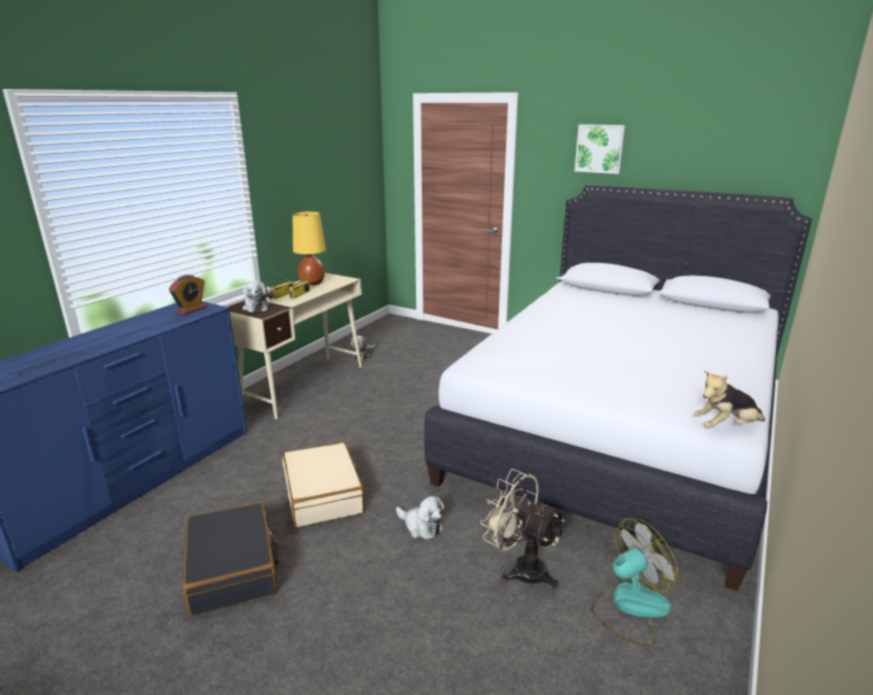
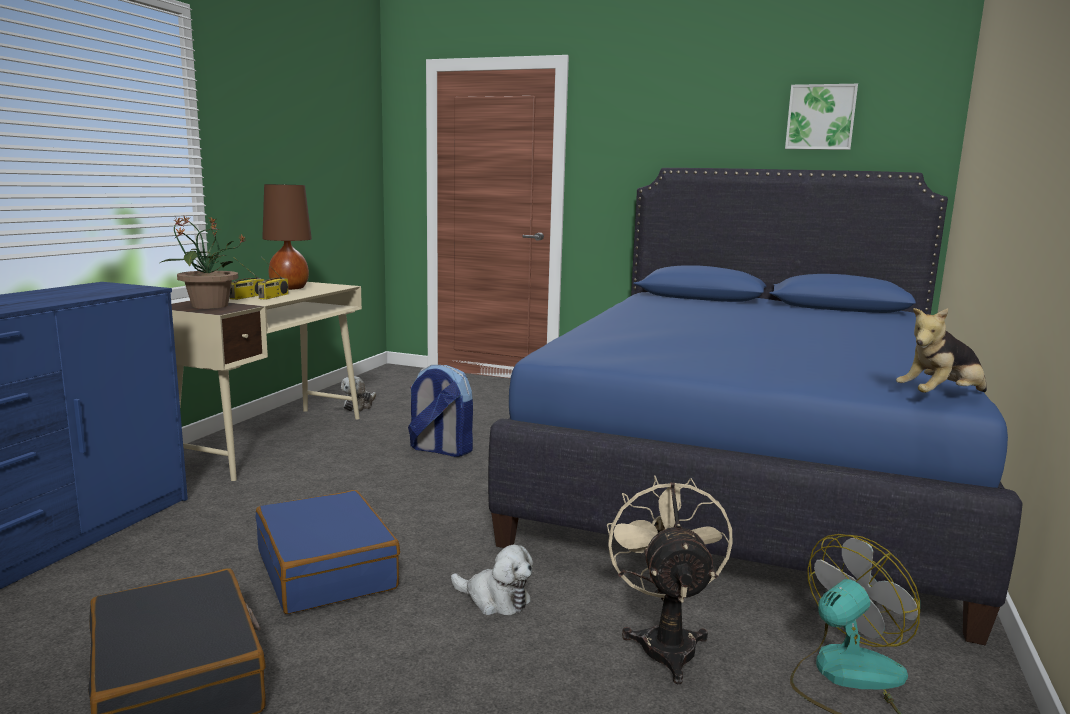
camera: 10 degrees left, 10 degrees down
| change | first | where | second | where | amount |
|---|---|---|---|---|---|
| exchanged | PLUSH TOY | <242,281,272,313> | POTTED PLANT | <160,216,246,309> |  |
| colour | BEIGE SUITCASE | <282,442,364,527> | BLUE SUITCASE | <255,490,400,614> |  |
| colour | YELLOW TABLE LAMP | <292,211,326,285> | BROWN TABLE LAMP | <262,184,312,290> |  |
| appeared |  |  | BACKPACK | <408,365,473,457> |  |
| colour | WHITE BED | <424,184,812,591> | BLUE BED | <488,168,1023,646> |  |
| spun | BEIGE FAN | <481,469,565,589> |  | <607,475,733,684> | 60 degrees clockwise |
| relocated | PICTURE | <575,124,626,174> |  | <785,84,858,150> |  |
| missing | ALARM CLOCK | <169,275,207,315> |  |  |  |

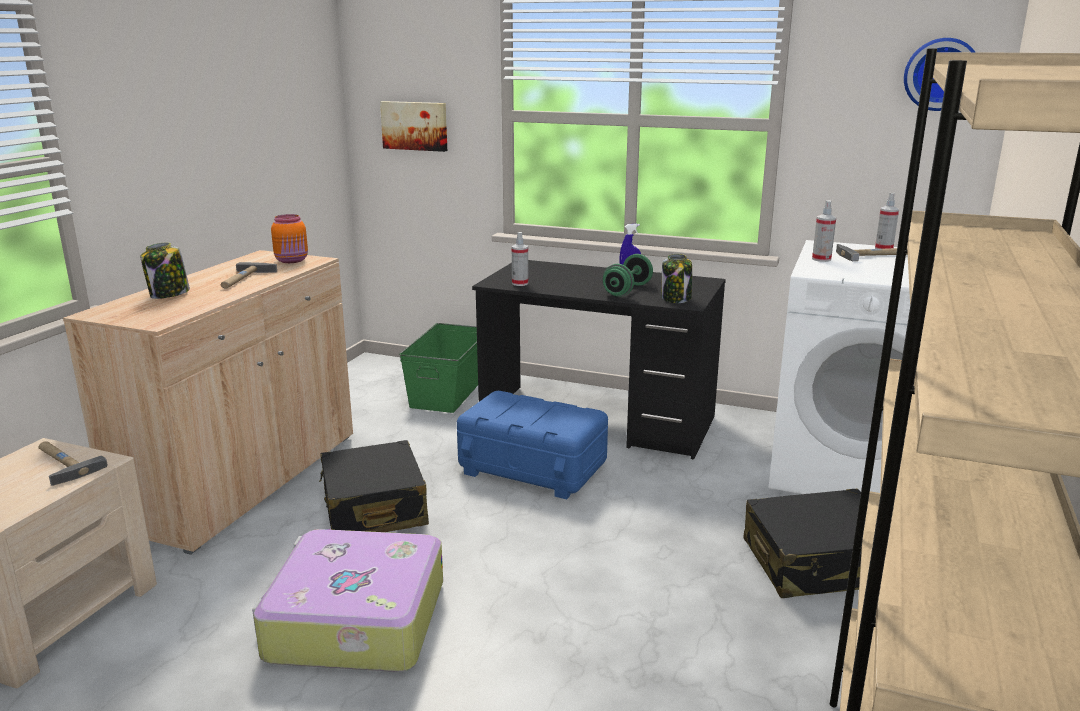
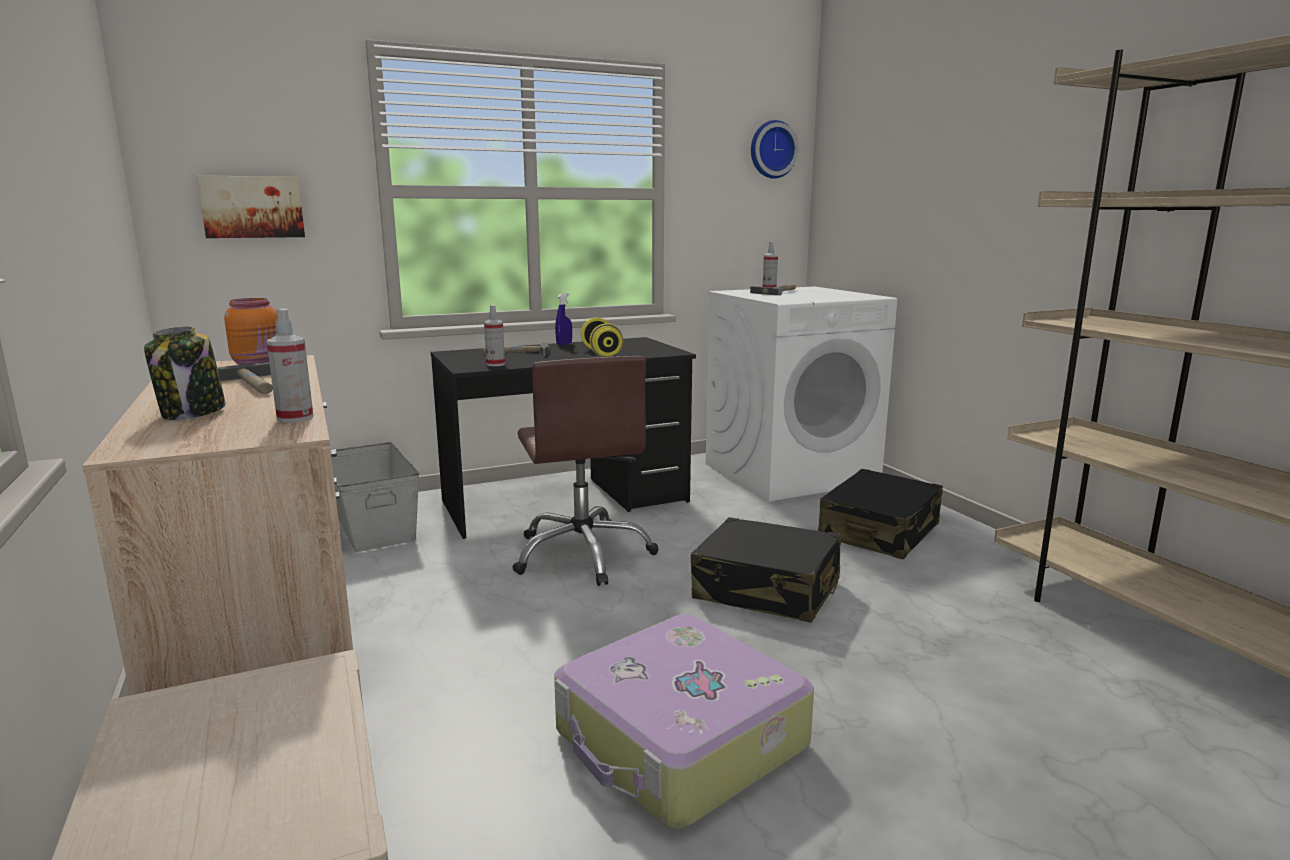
camera: 45 degrees left, 5 degrees down
| change | first | where | second | where | amount |
|---|---|---|---|---|---|
| relocated | SPRAY BOTTLE | <812,200,836,262> |  | <267,308,313,423> |  |
| colour | GREEN STORAGE BOX | <399,323,478,413> | GREY STORAGE BOX | <331,442,420,552> |  |
| relocated | HAMMER | <38,441,108,486> |  | <483,342,549,356> |  |
| exchanged | BLUE STORAGE BOX | <457,391,608,499> | BROWN OFFICE CHAIR | <512,356,658,586> |  |
| colour | GREEN DUMBBELL | <603,254,653,297> | YELLOW DUMBBELL | <581,317,623,357> |  |
| relocated | BLACK SUITCASE | <319,440,429,532> |  | <691,517,841,623> |  |
| missing | JAR | <662,254,692,303> |  |  |  |

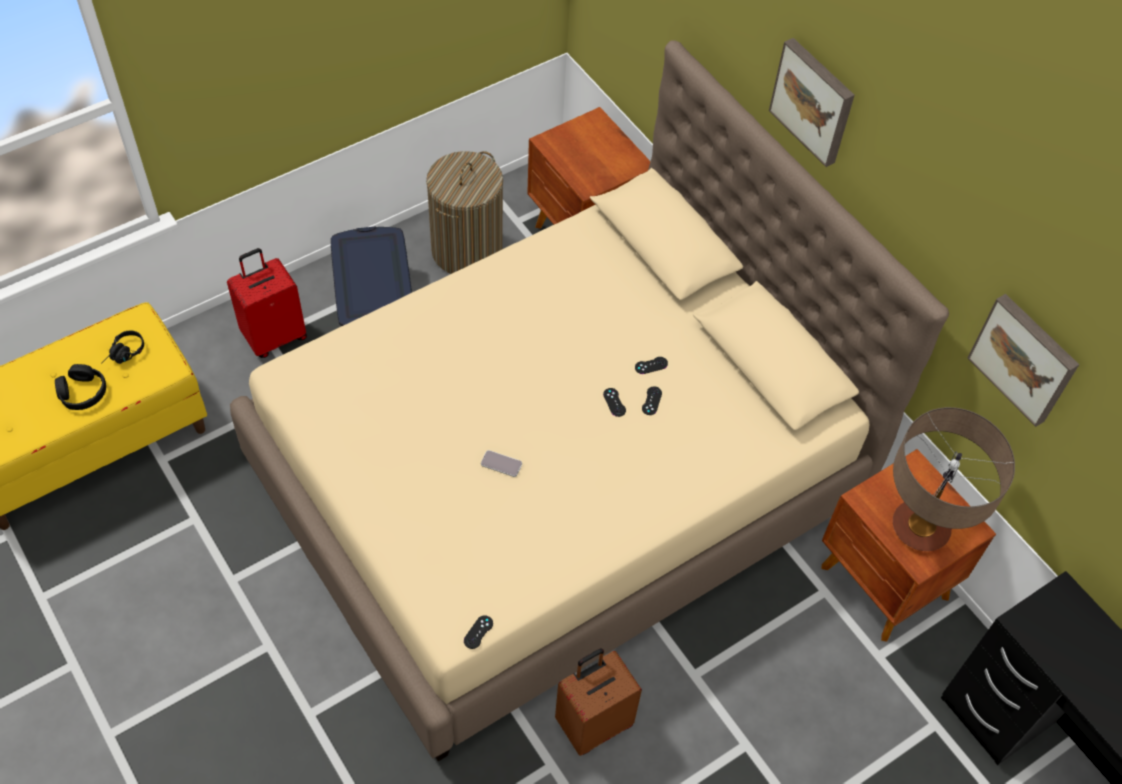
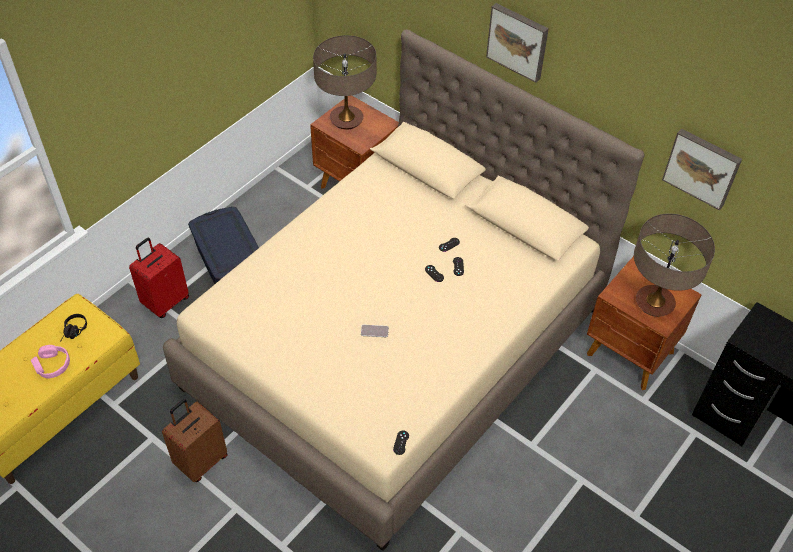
camera: 15 degrees left, 5 degrees down
| change | first | where | second | where | amount |
|---|---|---|---|---|---|
| colour | BLACK HEADPHONES | <55,364,106,410> | PINK HEADPHONES | <31,345,70,379> |  |
| relocated | BROWN SUITCASE | <555,648,642,756> |  | <162,399,228,482> |  |
| appeared |  |  | TABLE LAMP | <313,35,376,130> |  |
| missing | LAUNDRY BASKET | <426,151,503,274> |  |  |  |

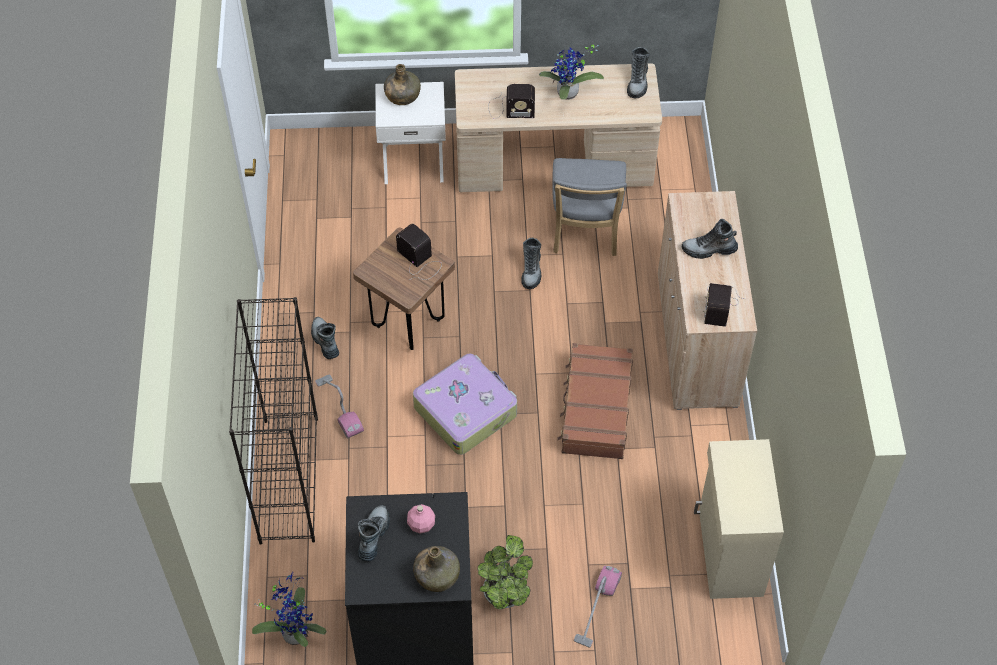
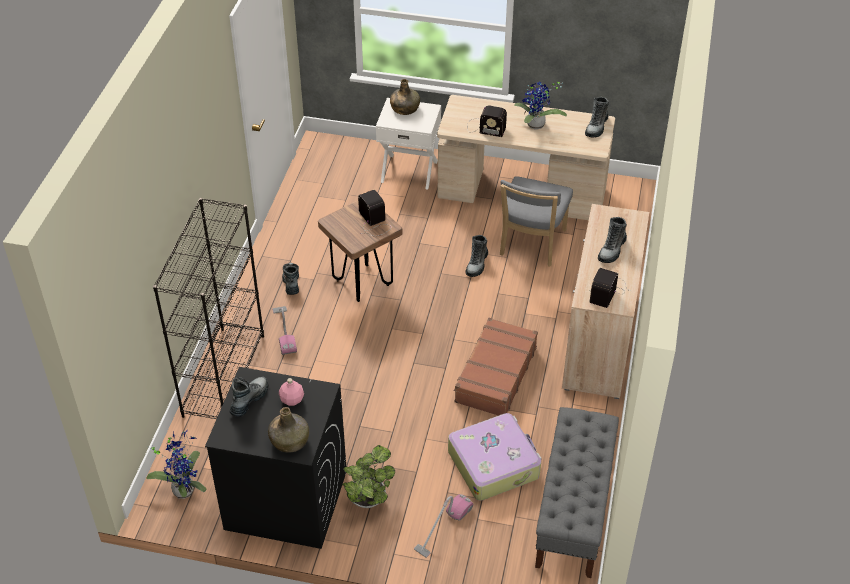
camera: 15 degrees right, 10 degrees down
| change | first | where | second | where | amount |
|---|---|---|---|---|---|
| relocated | SUITCASE | <413,354,517,455> |  | <448,413,541,501> |  |
| exchanged | BEIGE CABINET | <694,439,784,599> | GREY BENCH | <535,407,619,578> |  |
| spun | BOOT | <682,219,738,259> |  | <598,217,627,263> | 75 degrees counterclockwise |

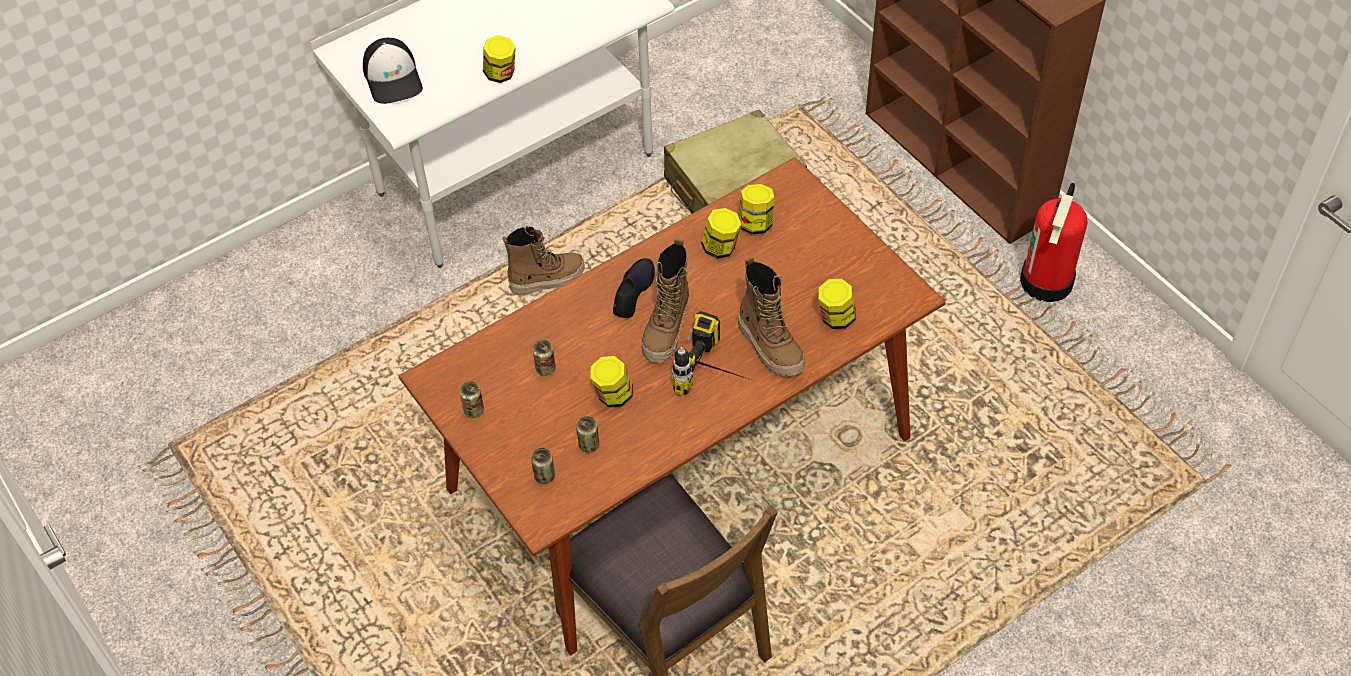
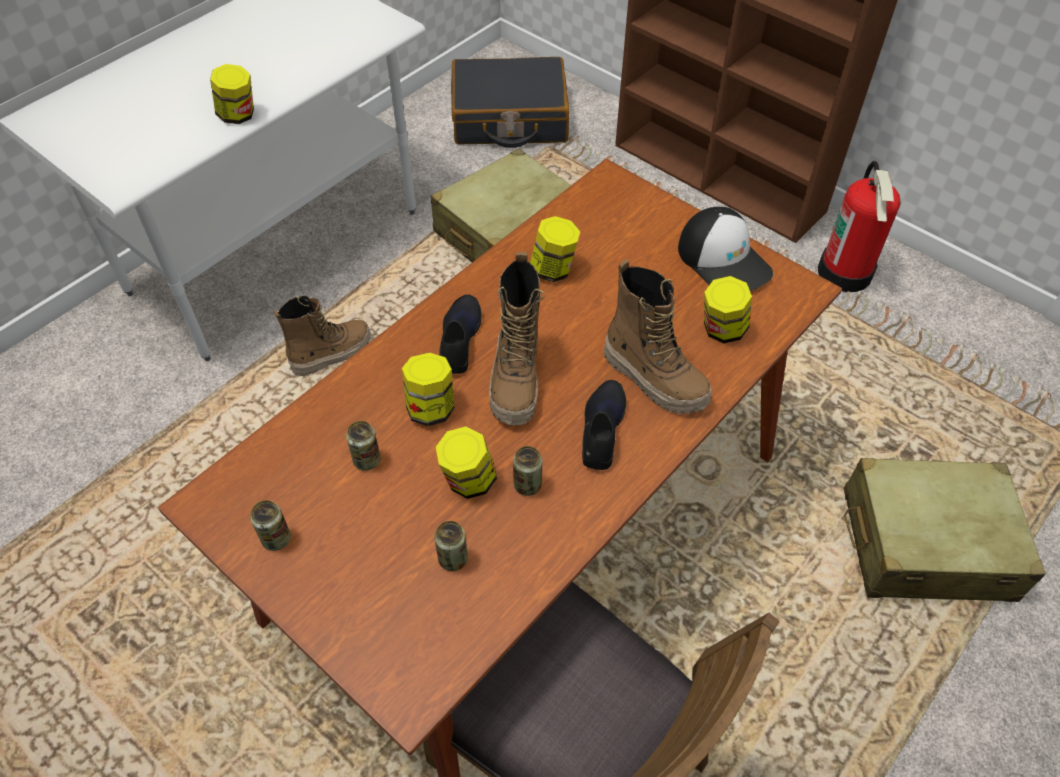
camera: 15 degrees left, 0 degrees up
| change | first | where | second | where | amount |
|---|---|---|---|---|---|
| relocated | JAR | <739,184,774,234> |  | <402,352,454,426> |  |
| appeared |  |  | BLACK SUITCASE | <451,57,570,148> |  |
| relocated | CAN | <531,448,555,484> |  | <513,446,542,496> |  |
| exchanged | POWER DRILL | <671,311,754,396> | BLACK SHOE | <582,380,626,470> |  |
| relocated | CAP | <363,38,423,104> |  | <678,207,773,291> |  |
| appeared |  |  | BEIGE SUITCASE | <844,458,1046,602> |  |

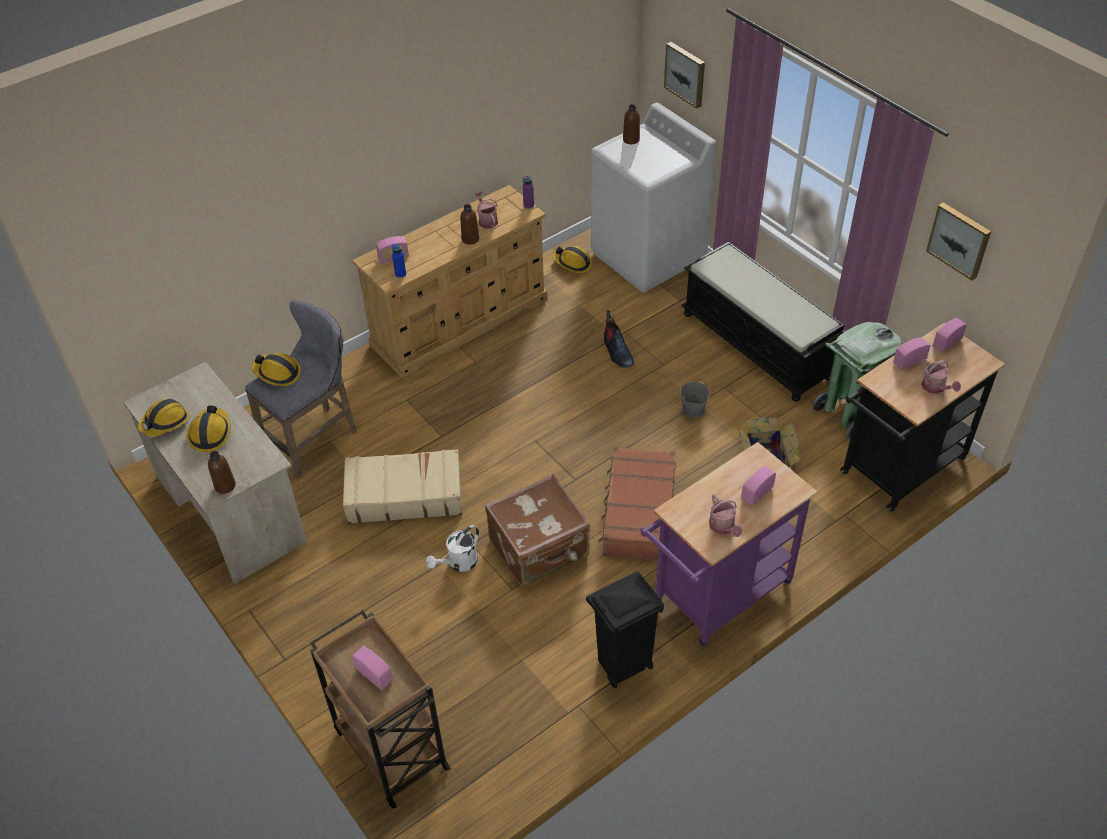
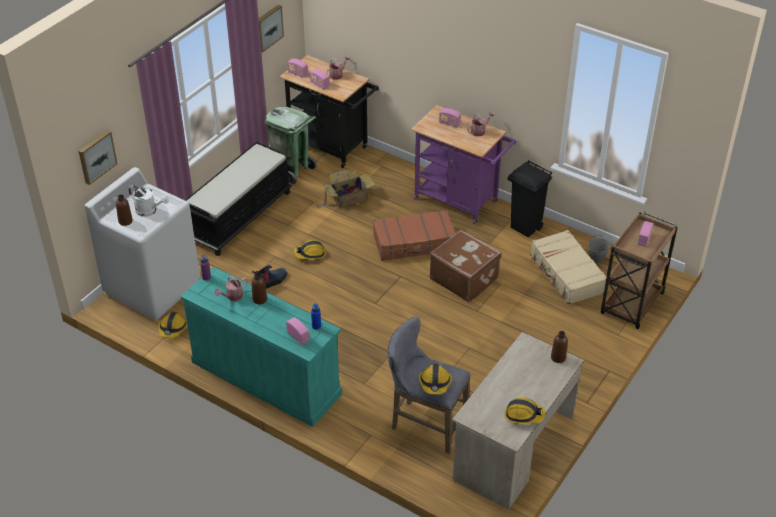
camera: 110 degrees left, 5 degrees down
| change | first | where | second | where | amount |
|---|---|---|---|---|---|
| relocated | WHITE WATERING CAN | <426,525,479,572> |  | <129,185,169,217> |  |
| colour | BEIGE DRESSER | <352,185,547,378> | TURQUOISE DRESSER | <181,267,342,427> |  |
| relocated | HARD HAT | <186,405,231,452> |  | <294,240,326,260> |  |
| relocated | BEIGE SUITCASE | <343,449,462,524> |  | <530,230,607,305> |  |
| relocated | GREY BUCKET | <680,379,710,418> |  | <588,235,610,263> |  |

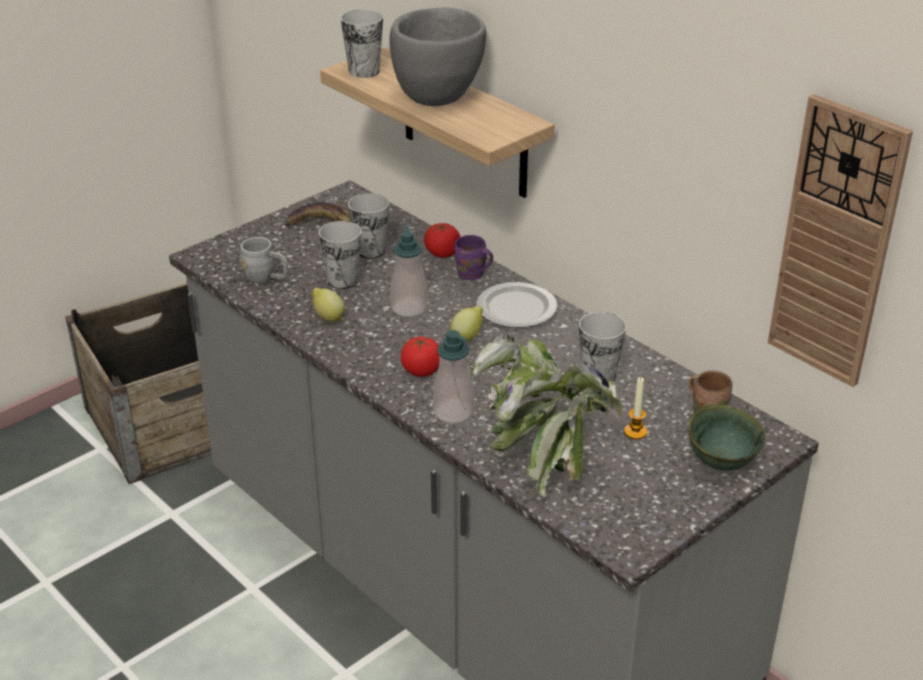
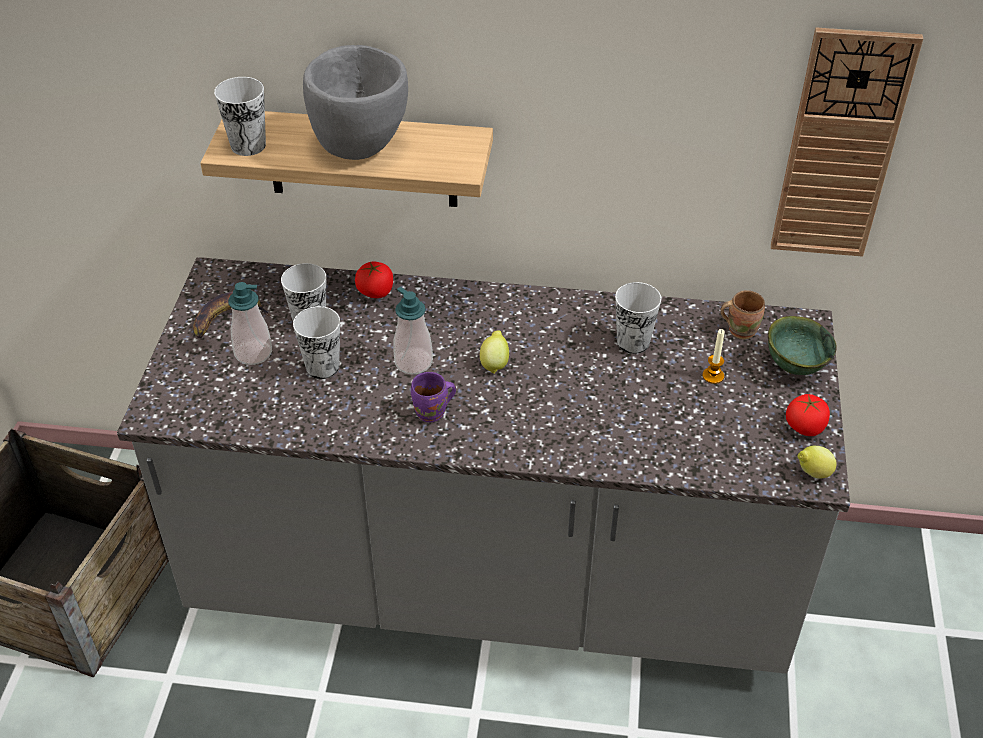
camera: 40 degrees left, 10 degrees up
| change | first | where | second | where | amount |
|---|---|---|---|---|---|
| relocated | SOAP DISPENSER | <433,330,474,423> |  | <228,282,272,365> |  |
| relocated | PURPLE MUG | <455,235,493,280> |  | <411,372,456,422> |  |
| relocated | TOMATO | <401,337,439,377> |  | <786,394,830,436> |  |
| relocated | LEMON | <312,288,345,322> |  | <797,446,837,479> |  |
| missing | GREY MUG | <240,237,288,284> |  |  |  |
| missing | POTTED PLANT | <472,333,622,496> |  |  |  |
| missing | PLATE | <476,282,558,328> |  |  |  |

